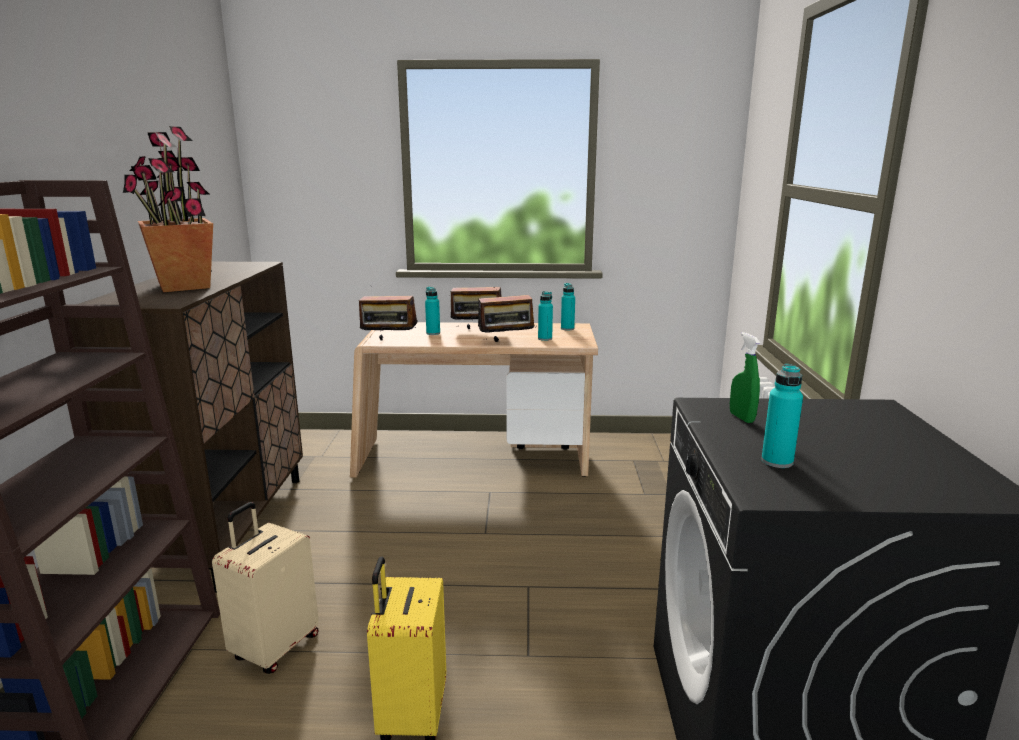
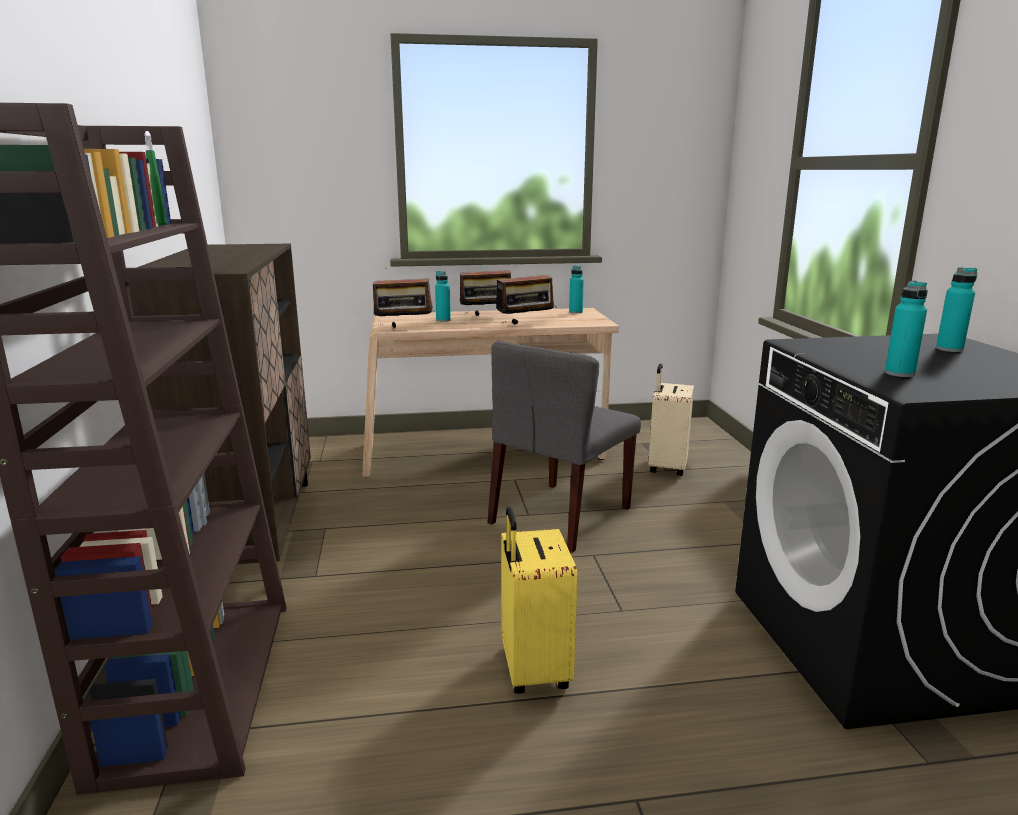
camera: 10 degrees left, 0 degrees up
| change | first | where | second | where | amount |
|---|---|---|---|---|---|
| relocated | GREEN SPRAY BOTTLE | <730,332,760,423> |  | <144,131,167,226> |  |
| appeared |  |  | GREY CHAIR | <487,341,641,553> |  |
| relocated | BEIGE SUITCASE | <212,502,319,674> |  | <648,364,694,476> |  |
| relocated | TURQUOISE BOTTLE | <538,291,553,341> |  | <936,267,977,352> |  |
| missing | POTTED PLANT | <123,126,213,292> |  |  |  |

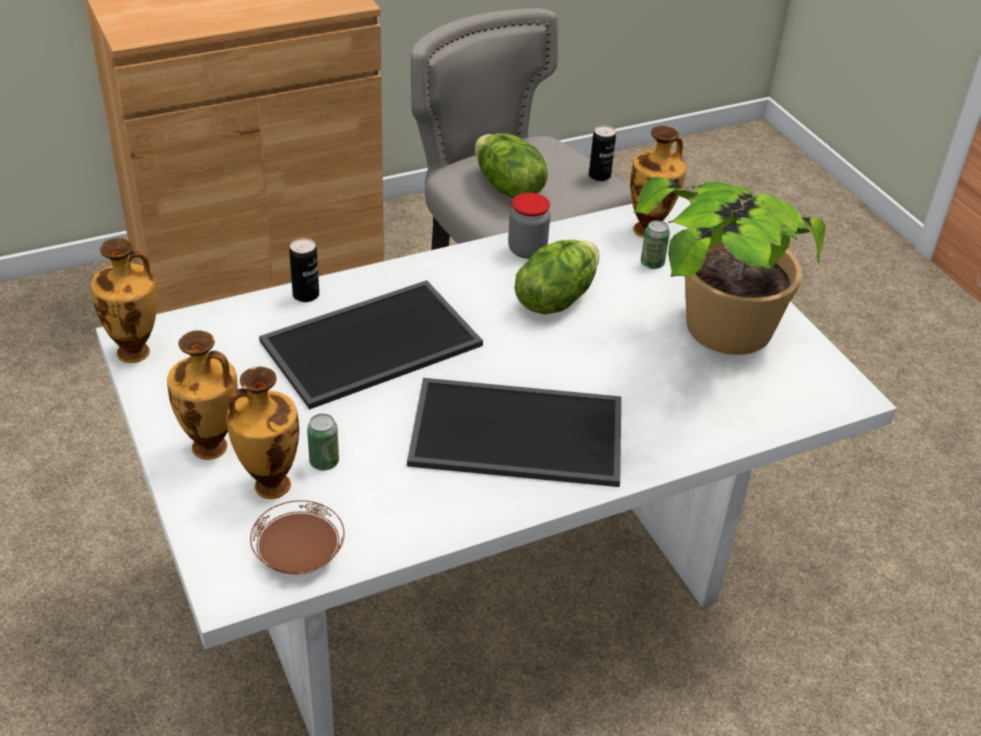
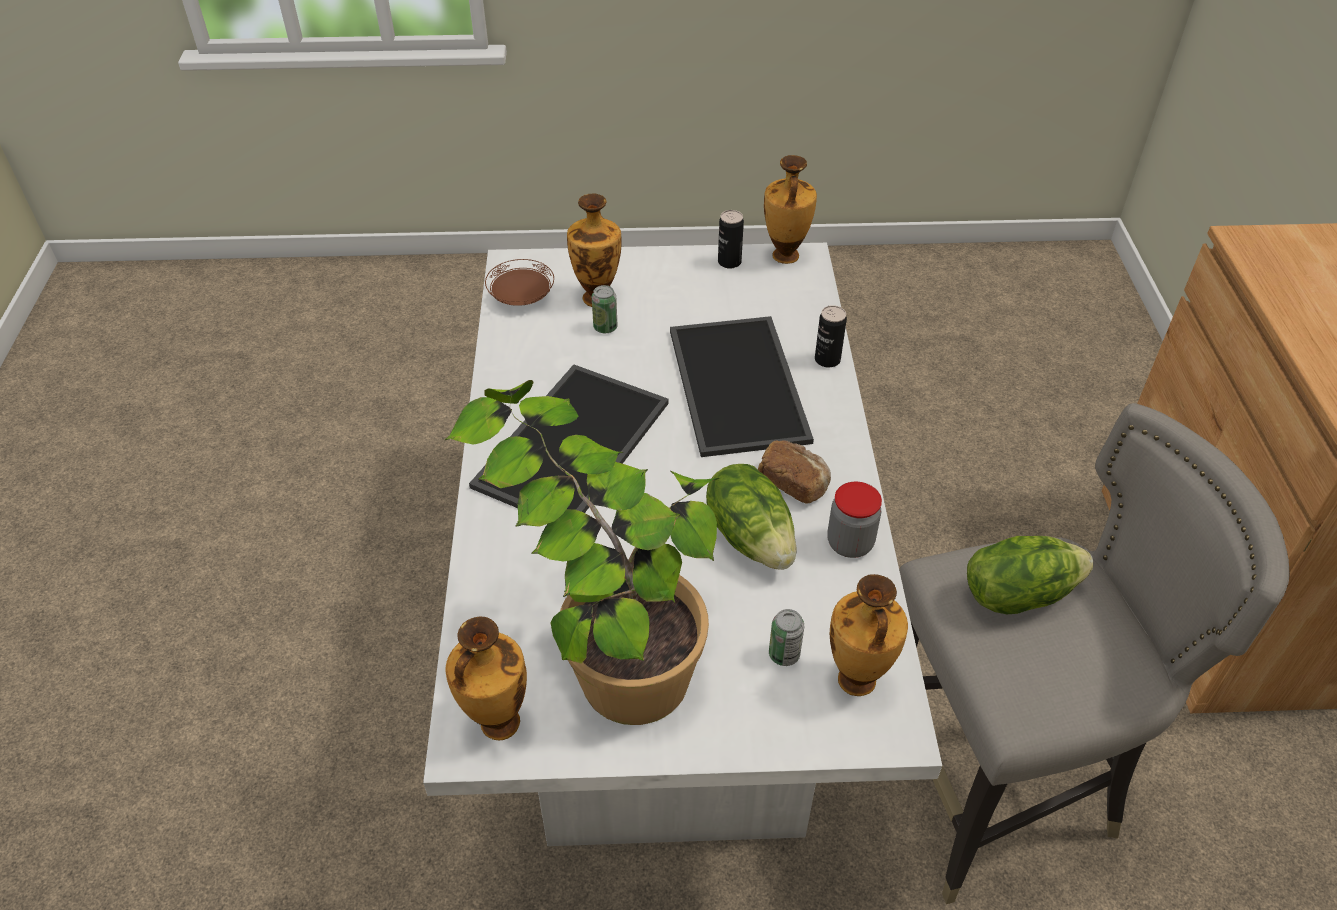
camera: 115 degrees right, 5 degrees up
| change | first | where | second | where | amount |
|---|---|---|---|---|---|
| relocated | VASE | <167,330,238,460> |  | <446,617,527,740> |  |
| relocated | CAN | <589,125,616,181> |  | <718,210,744,269> |  |
| appeared |  |  | BREAD | <758,440,831,504> |  |

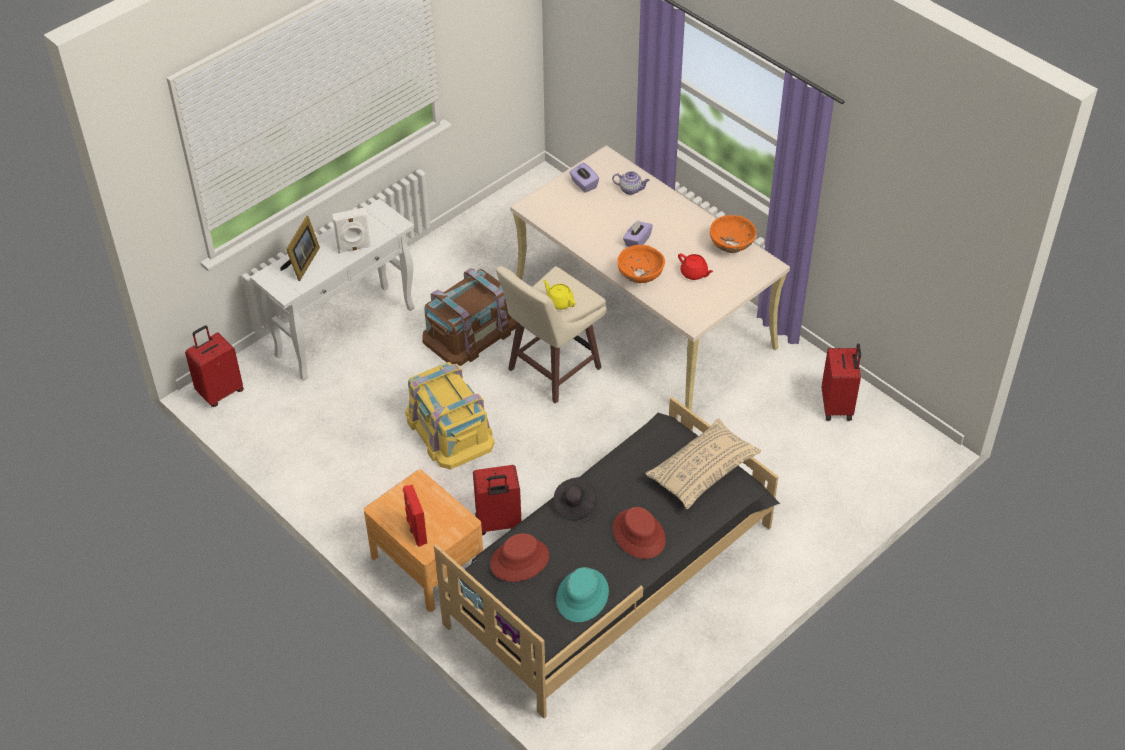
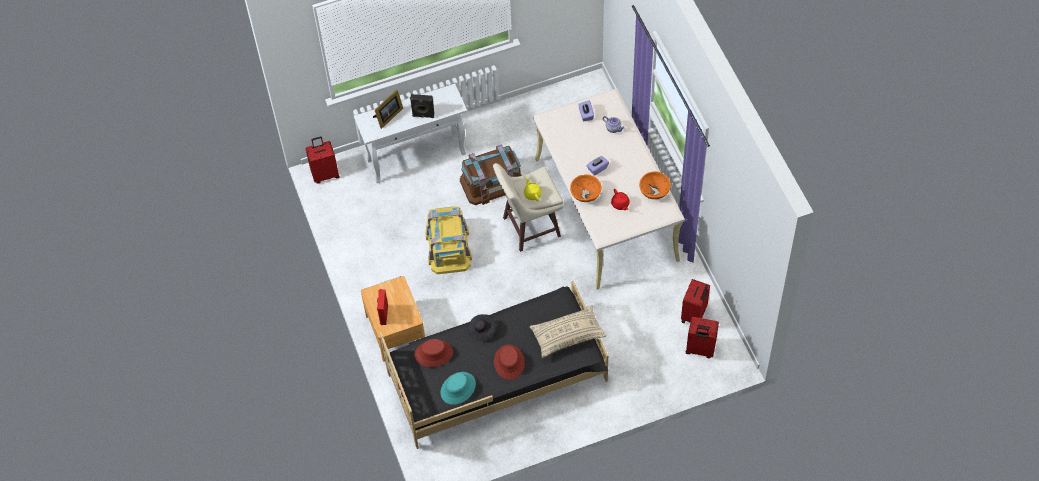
camera: 25 degrees right, 10 degrees up
| change | first | where | second | where | amount |
|---|---|---|---|---|---|
| colour | WHITE SPEAKER | <332,207,371,254> | BLACK SPEAKER | <410,94,435,118> |  |
| relocated | RED SUITCASE | <473,465,521,535> |  | <686,317,719,358> |  |

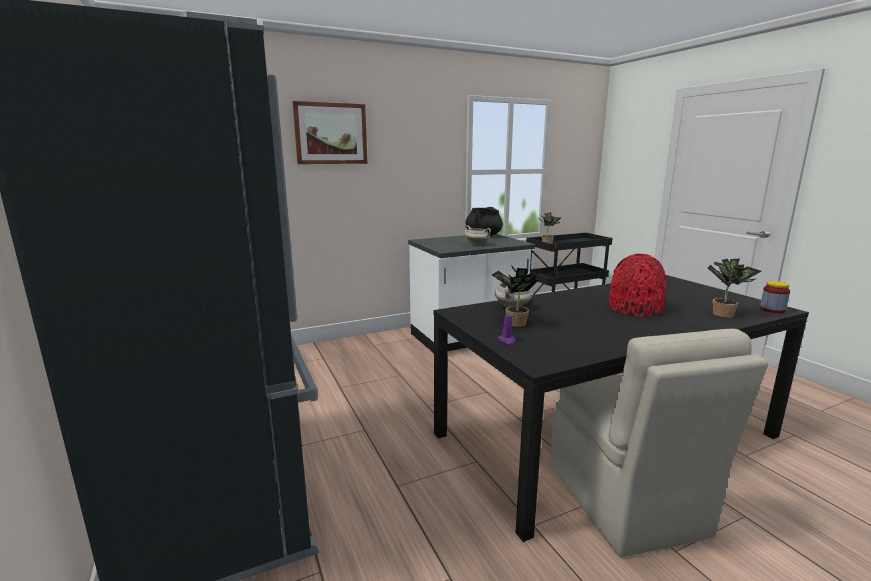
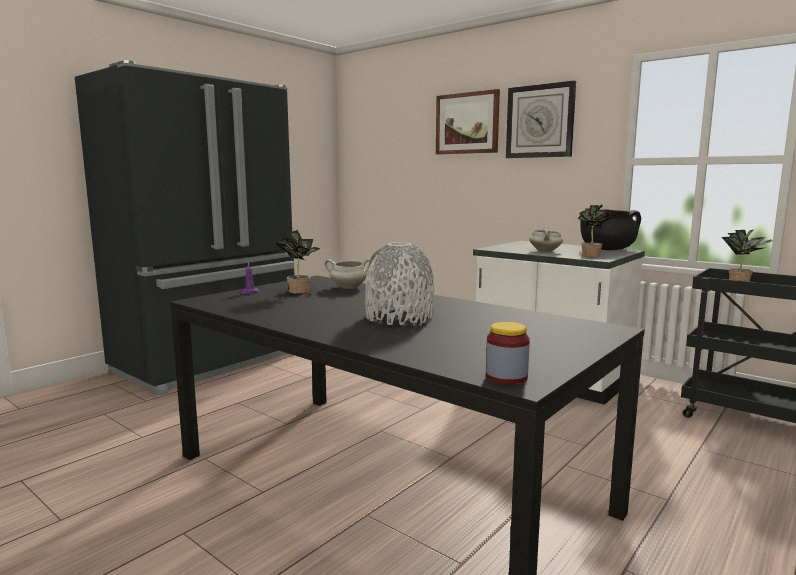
camera: 65 degrees right, 5 degrees down
| change | first | where | second | where | amount |
|---|---|---|---|---|---|
| colour | RED VASE | <609,254,667,316> | GREY VASE | <365,242,435,325> |  |
| appeared |  |  | WALL CLOCK | <506,81,576,158> |  |
| relocated | POTTED PLANT | <708,258,762,318> |  | <578,204,618,257> |  |
| missing | BEIGE CHAIR | <551,329,768,557> |  |  |  |

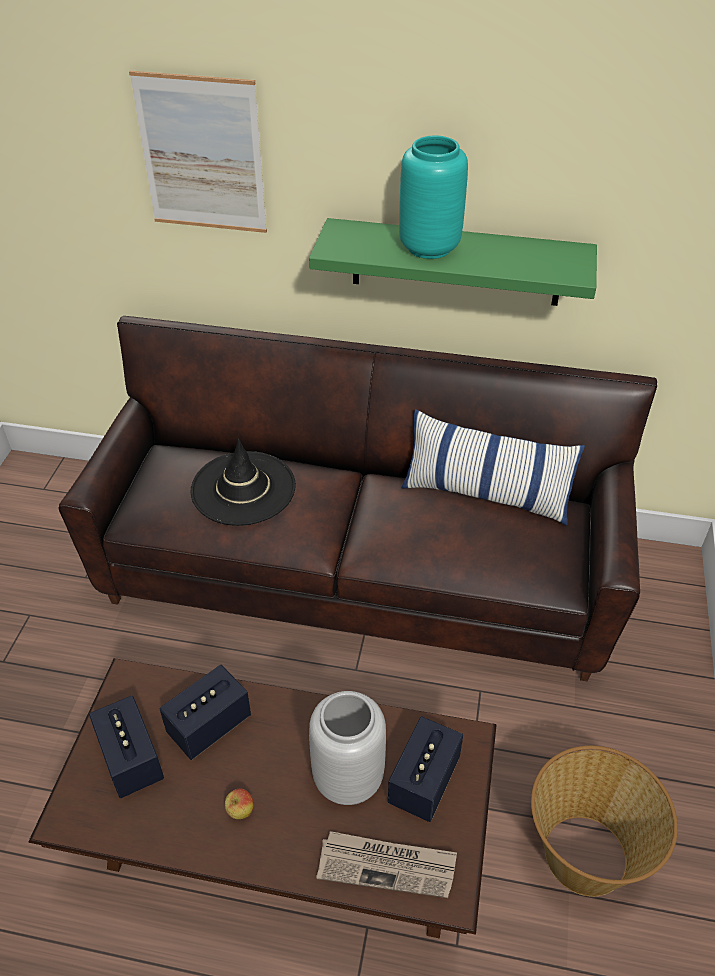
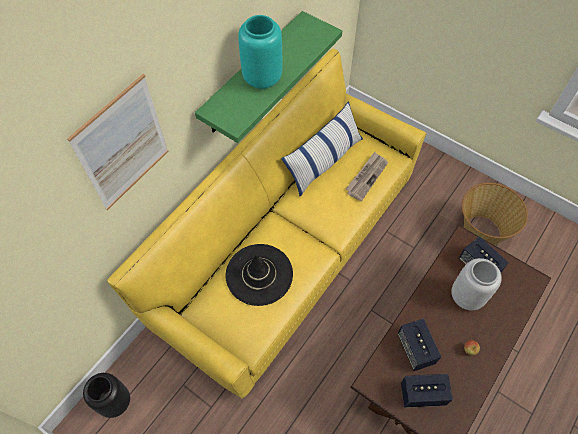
camera: 65 degrees left, 15 degrees up
| change | first | where | second | where | amount |
|---|---|---|---|---|---|
| appeared |  |  | BLACK VASE | <83,373,130,418> |  |
| colour | BROWN SOFA | <59,316,657,681> | YELLOW SOFA | <107,49,426,399> |  |
| relocated | NEWSPAPER | <316,831,457,898> |  | <346,152,388,201> |  |

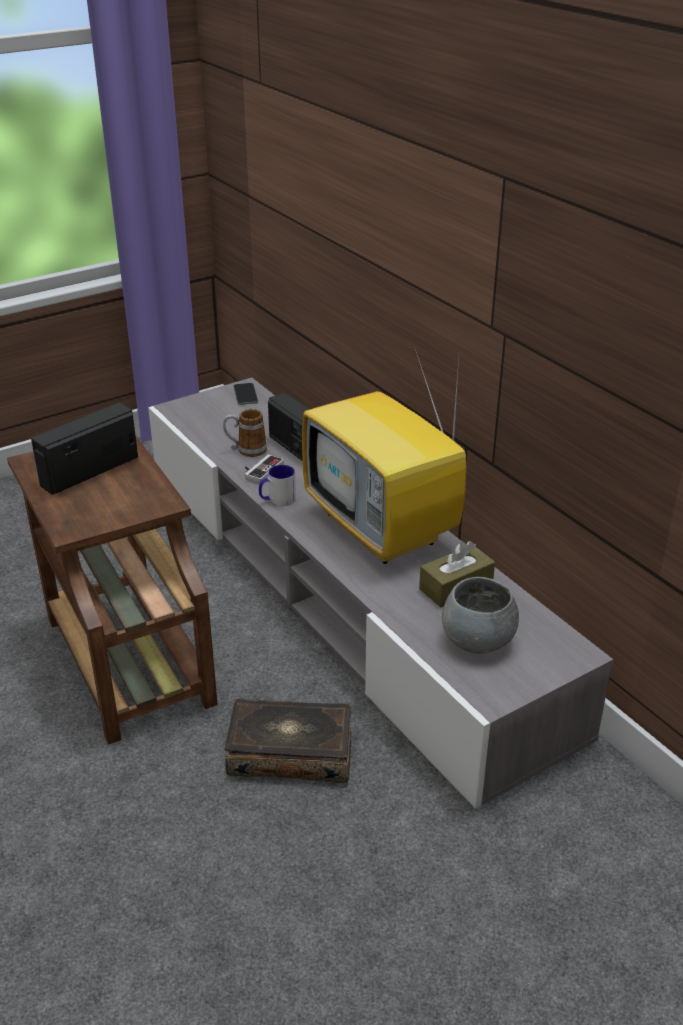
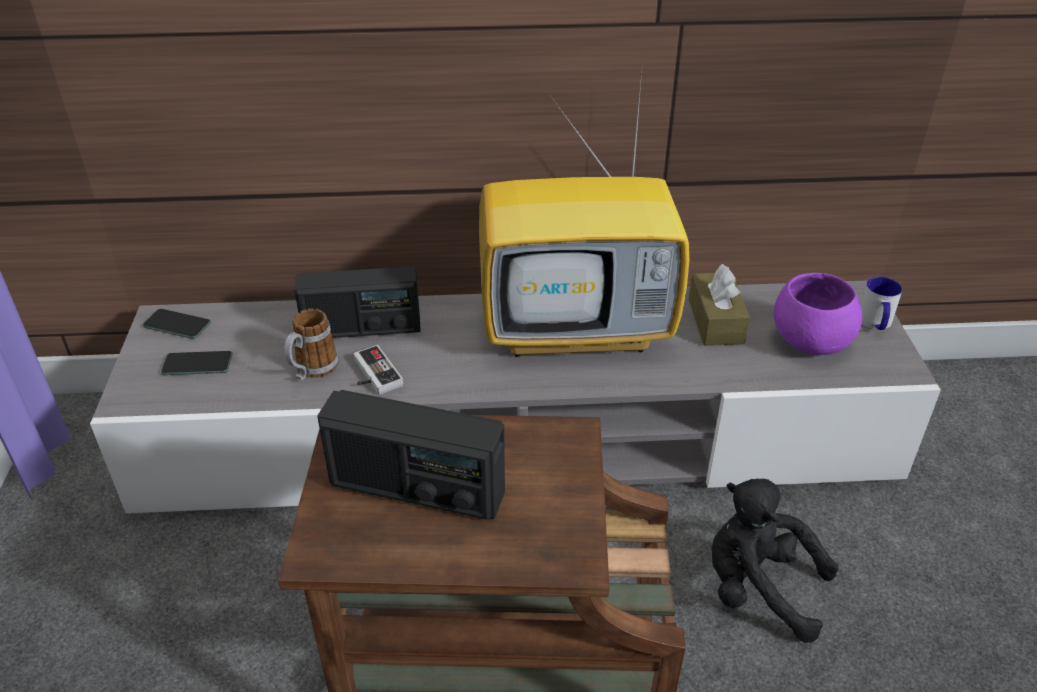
camera: 60 degrees left, 5 degrees up
| change | first | where | second | where | amount |
|---|---|---|---|---|---|
| appeared |  |  | PHONE | <161,351,233,375> |  |
| spun | RADIO | <31,403,138,495> |  | <317,390,505,520> | 60 degrees counterclockwise |
| exchanged | BOOK | <225,699,352,783> | BLACK PLUSH TOY | <712,479,839,643> |  |
| colour | GREY BOWL | <442,577,519,654> | PURPLE BOWL | <774,273,862,355> |  |
| relocated | MUG | <259,465,296,506> |  | <860,277,902,330> |  |

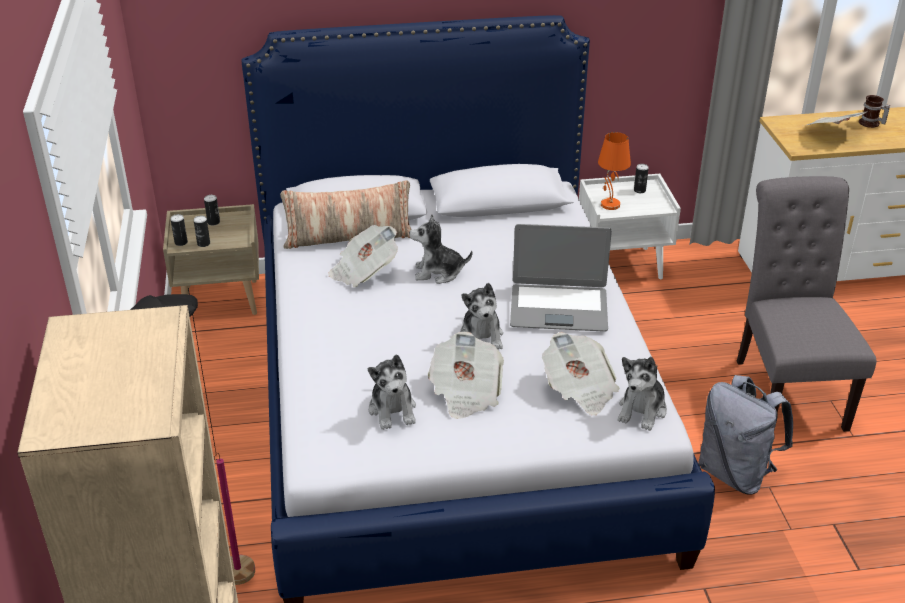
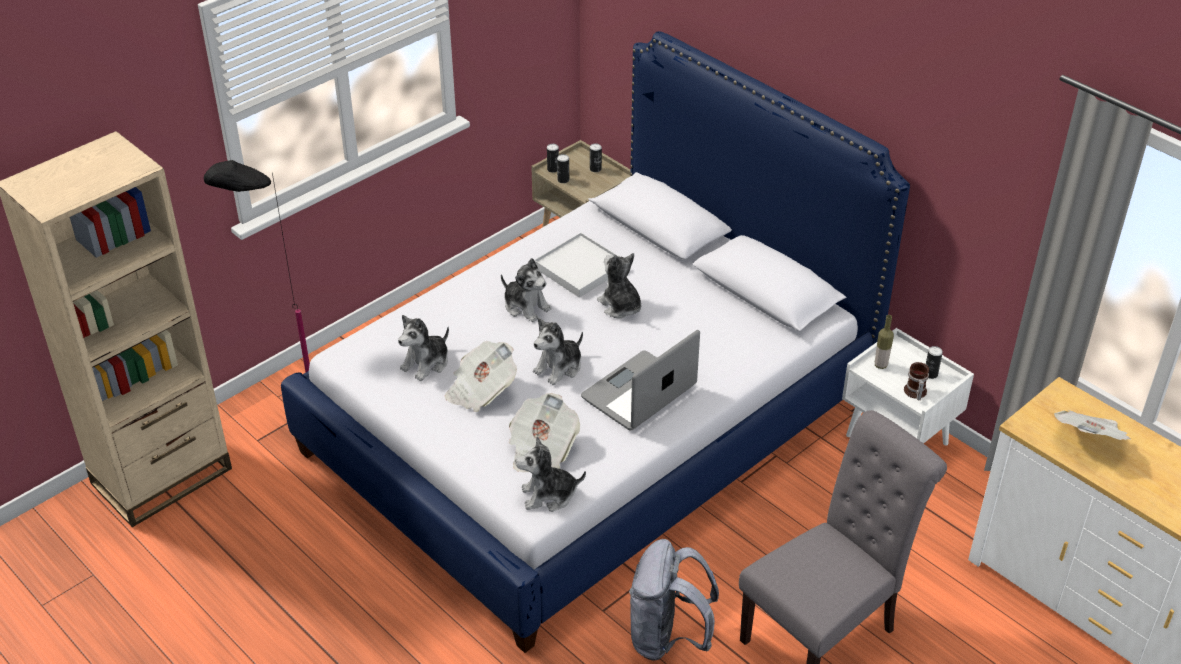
camera: 55 degrees right, 5 degrees up
| change | first | where | second | where | amount |
|---|---|---|---|---|---|
| appeared |  |  | PLUSH TOY | <501,258,552,322> |  |
| exchanged | NEWSPAPER | <328,225,398,287> | WHITE TRAY | <534,232,618,298> |  |
| spun | LAPTOP | <510,224,612,332> |  | <581,330,700,431> | 75 degrees clockwise |
| exchanged | ORANGE TABLE LAMP | <598,132,631,210> | BOTTLE | <875,315,894,369> |  |
| relocated | MUG | <859,95,890,128> |  | <904,362,929,400> |  |
| missing | PILLOW | <280,180,412,249> |  |  |  |

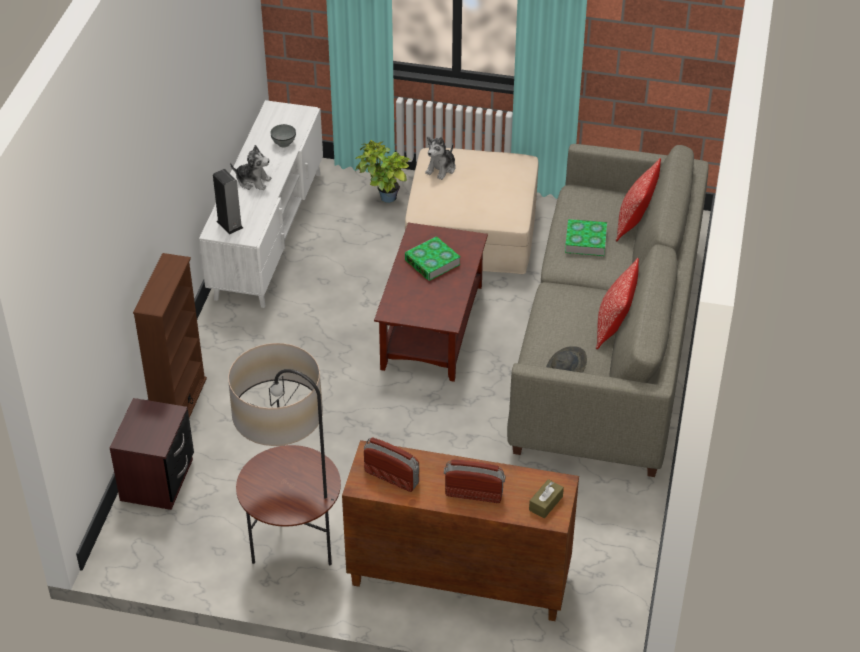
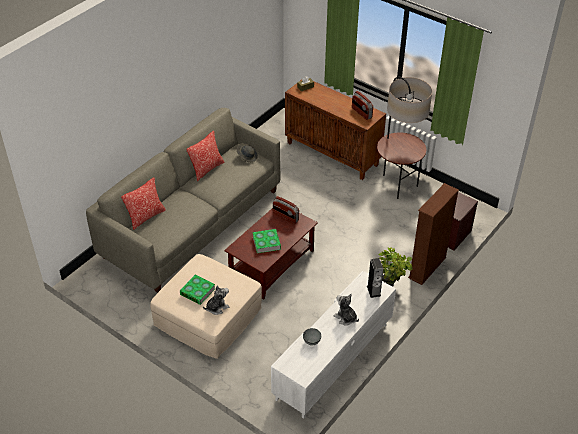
camera: 155 degrees left, 0 degrees up
| change | first | where | second | where | amount |
|---|---|---|---|---|---|
| relocated | BOOK | <565,219,607,256> |  | <180,275,215,305> |  |
| relocated | RADIO | <444,460,506,503> |  | <273,196,299,224> |  |
| relocated | POTTED PLANT | <355,140,410,203> |  | <379,247,413,287> |  |

